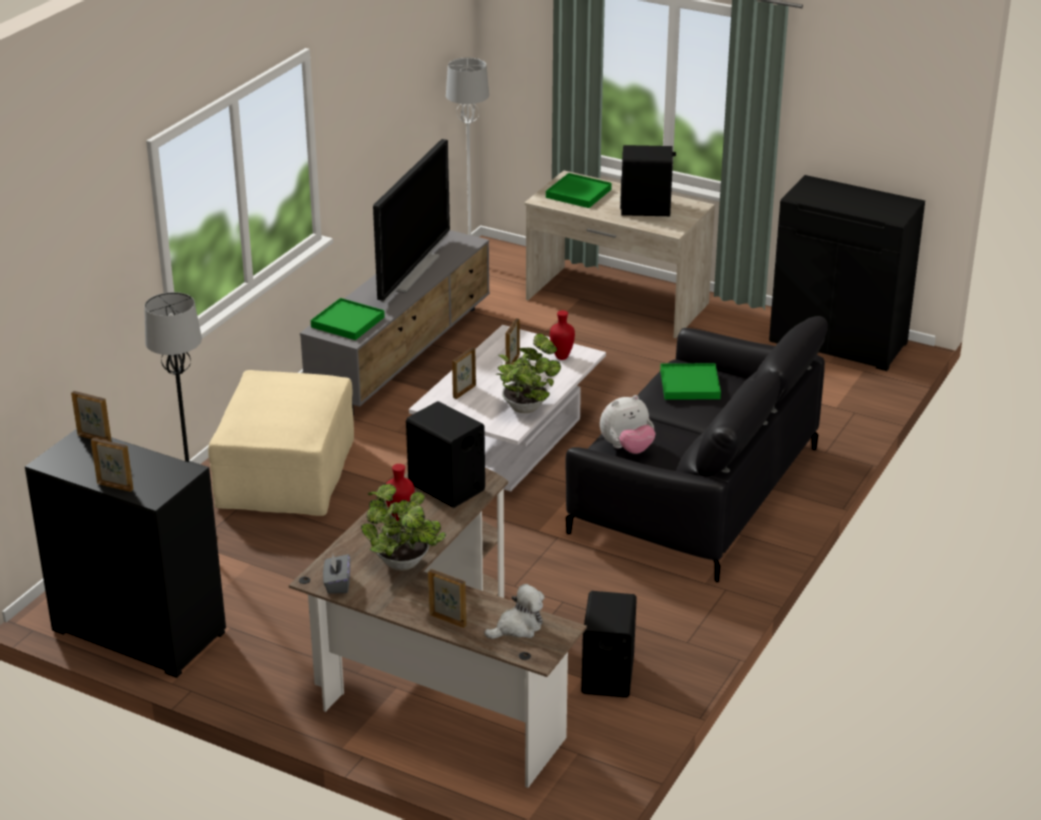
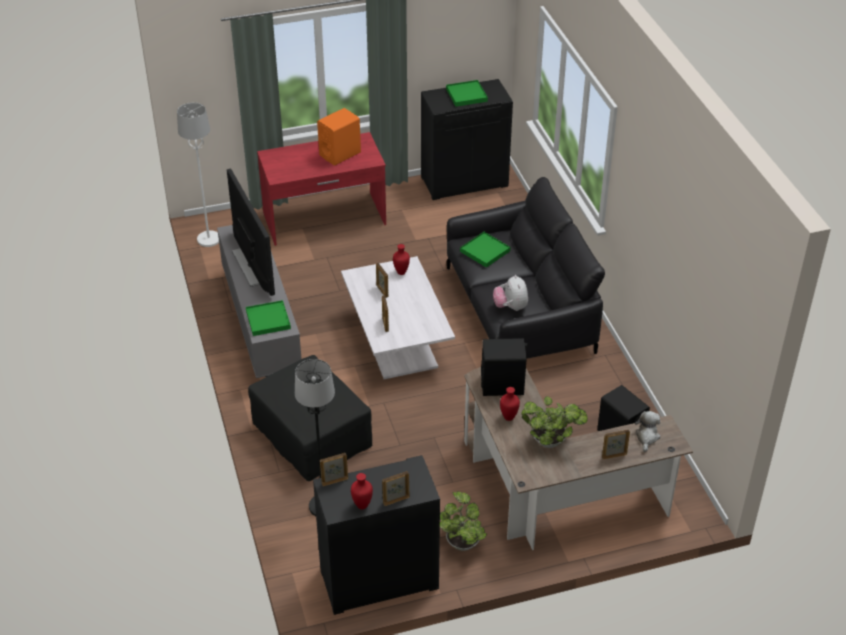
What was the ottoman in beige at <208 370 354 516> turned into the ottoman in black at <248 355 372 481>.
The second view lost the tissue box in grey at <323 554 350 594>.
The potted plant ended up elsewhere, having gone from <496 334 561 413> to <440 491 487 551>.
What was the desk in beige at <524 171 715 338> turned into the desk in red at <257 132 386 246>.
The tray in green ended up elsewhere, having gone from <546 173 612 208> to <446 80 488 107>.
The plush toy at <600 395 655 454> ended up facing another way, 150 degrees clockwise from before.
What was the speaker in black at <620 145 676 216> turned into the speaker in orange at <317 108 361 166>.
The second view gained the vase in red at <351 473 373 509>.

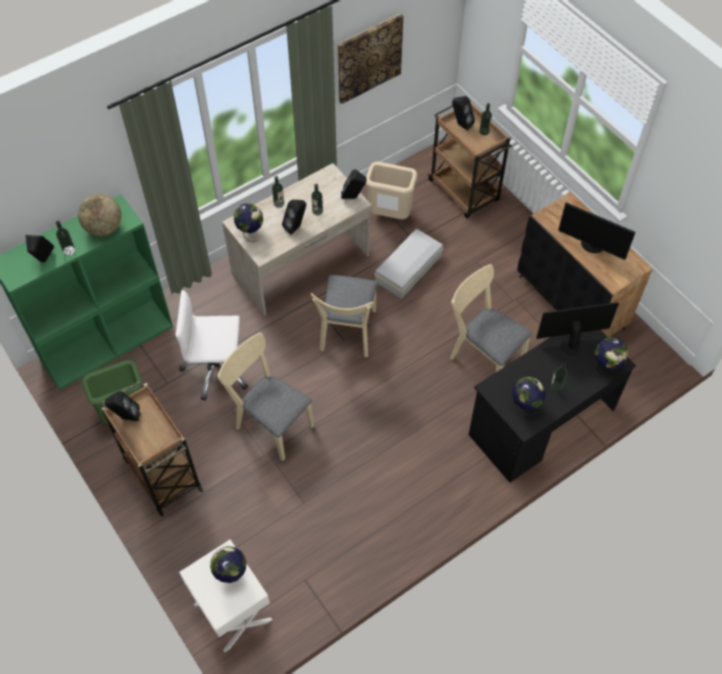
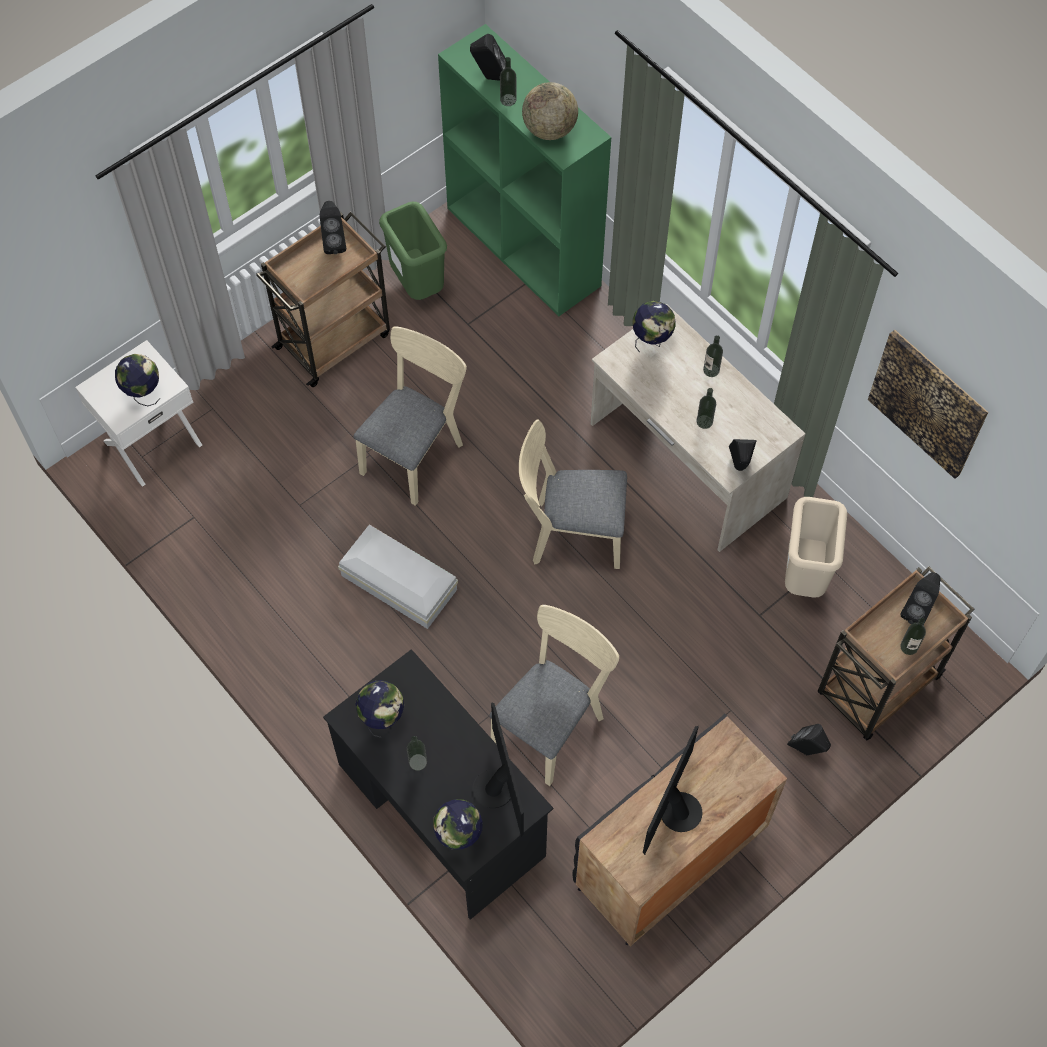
The second view lost the office chair in white at <175 290 248 401>.
The speaker in black ended up elsewhere, having gone from <282 200 306 235> to <787 724 831 755>.
The storage box in white ended up elsewhere, having gone from <374 229 443 299> to <338 524 458 629>.

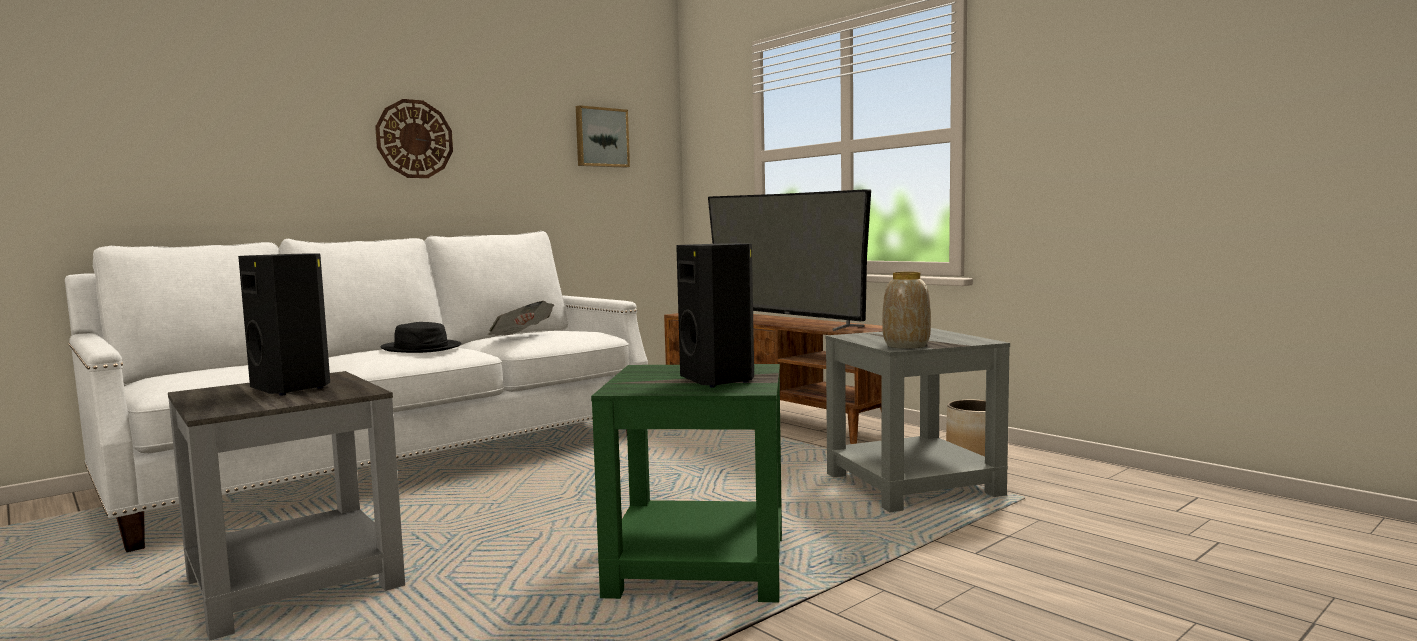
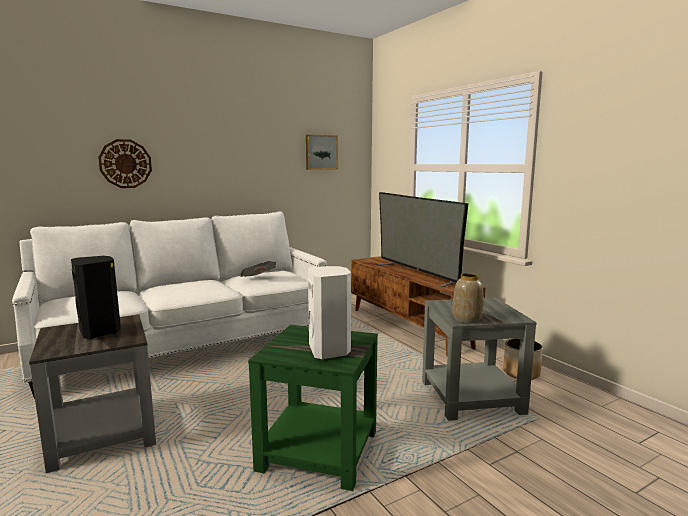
The wall clock ended up elsewhere, having gone from <375 99 453 178> to <98 139 152 188>.
The second view lost the hat in black at <380 322 461 353>.
What was the speaker in black at <676 243 754 388> turned into the speaker in white at <308 266 351 359>.

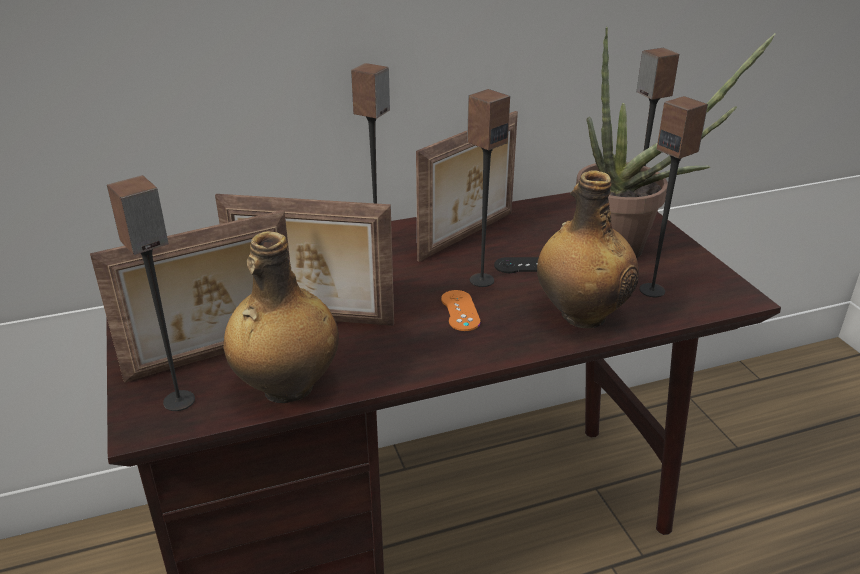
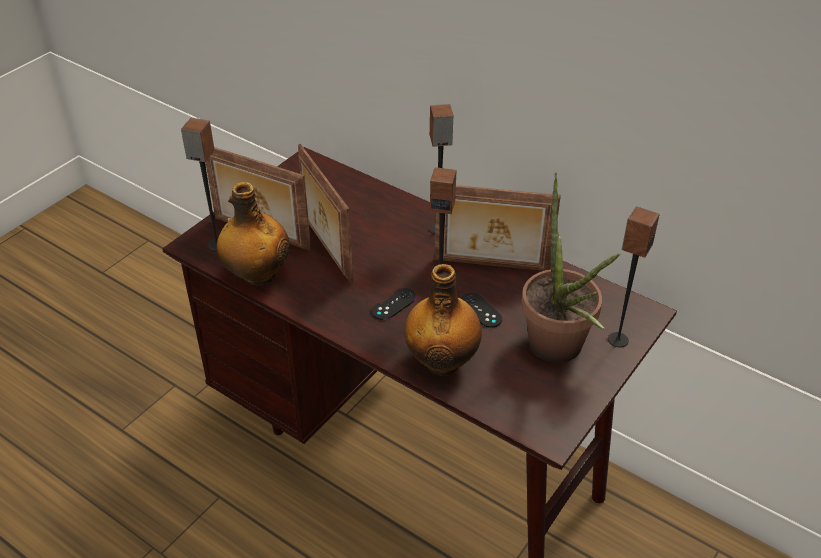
What was the game controller in orange at <441 290 481 331> turned into the game controller in black at <372 288 416 320>.
The second view lost the speaker at <639 96 708 297>.

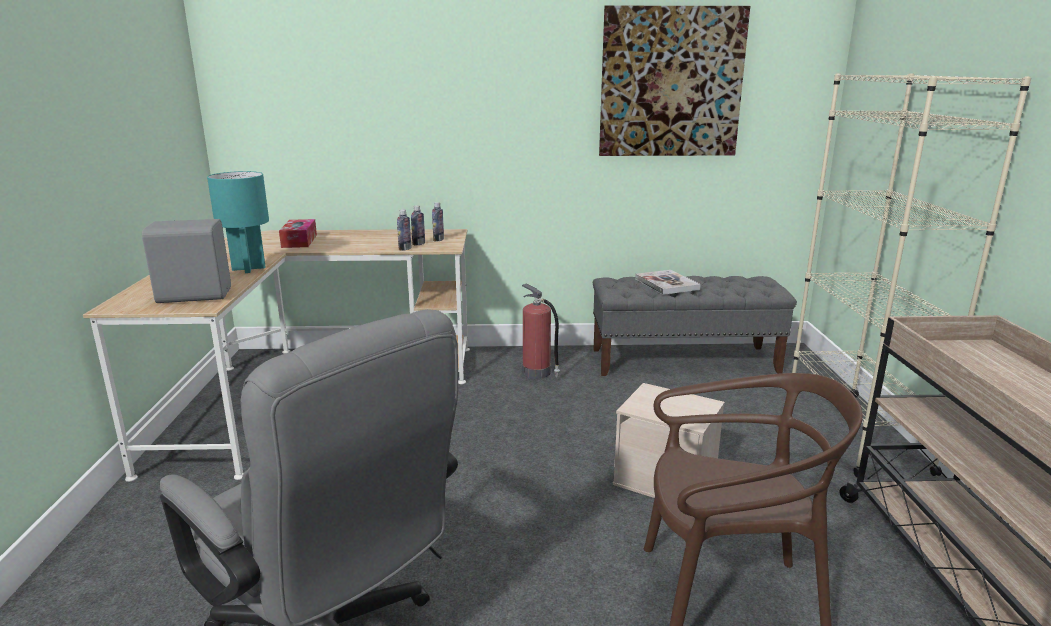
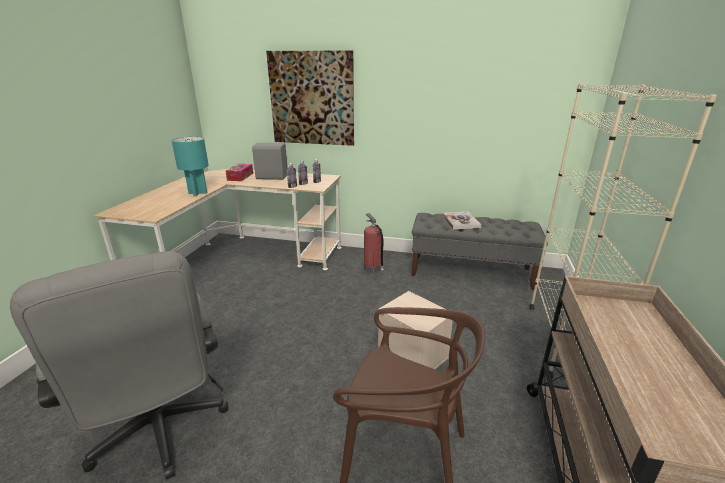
The speaker in grey ended up elsewhere, having gone from <142 219 231 303> to <252 143 287 180>.
The picture ended up elsewhere, having gone from <599 6 750 156> to <266 50 354 146>.

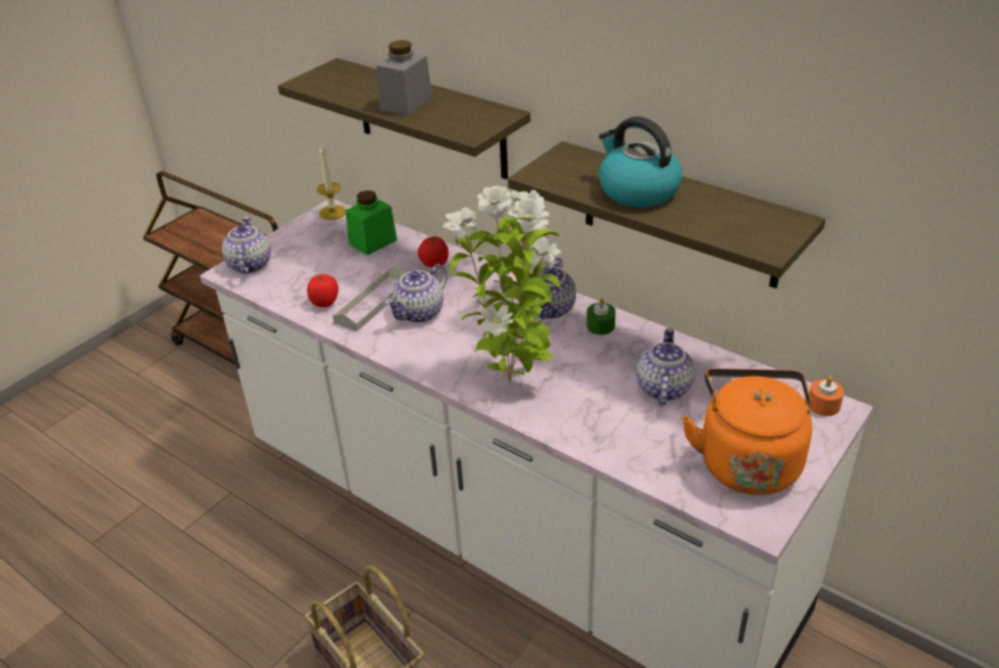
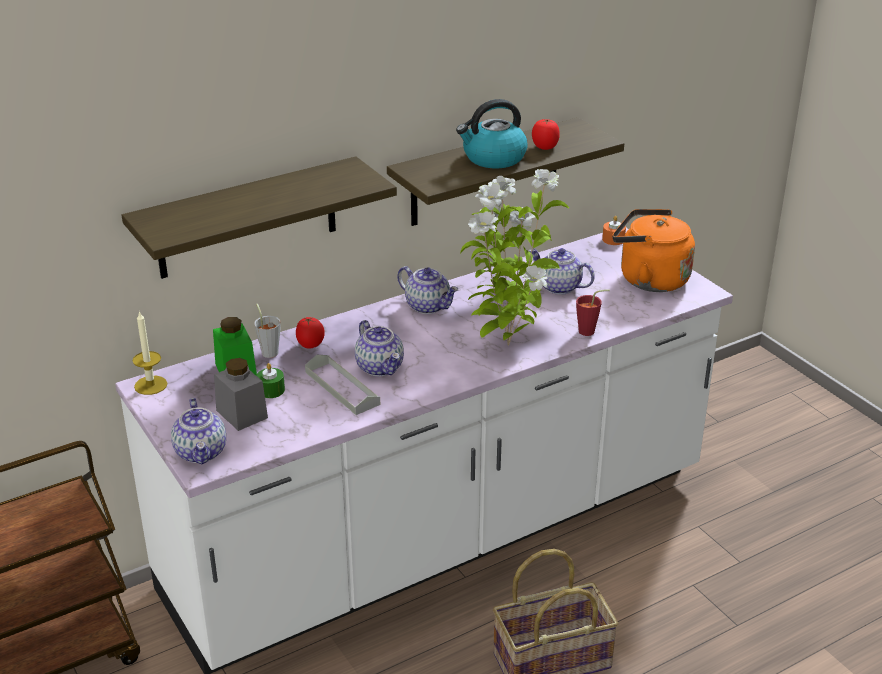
The teapot at <222 217 271 274> ended up facing another way, 120 degrees counterclockwise from before.
The tomato ended up elsewhere, having gone from <307 274 338 308> to <532 119 560 150>.
The jar in grey ended up elsewhere, having gone from <376 40 433 116> to <214 358 268 431>.
The candle in green ended up elsewhere, having gone from <586 298 616 335> to <256 363 285 398>.
The second view gained the cup in grey at <254 304 281 358>.
The second view gained the cup in red at <576 289 610 336>.

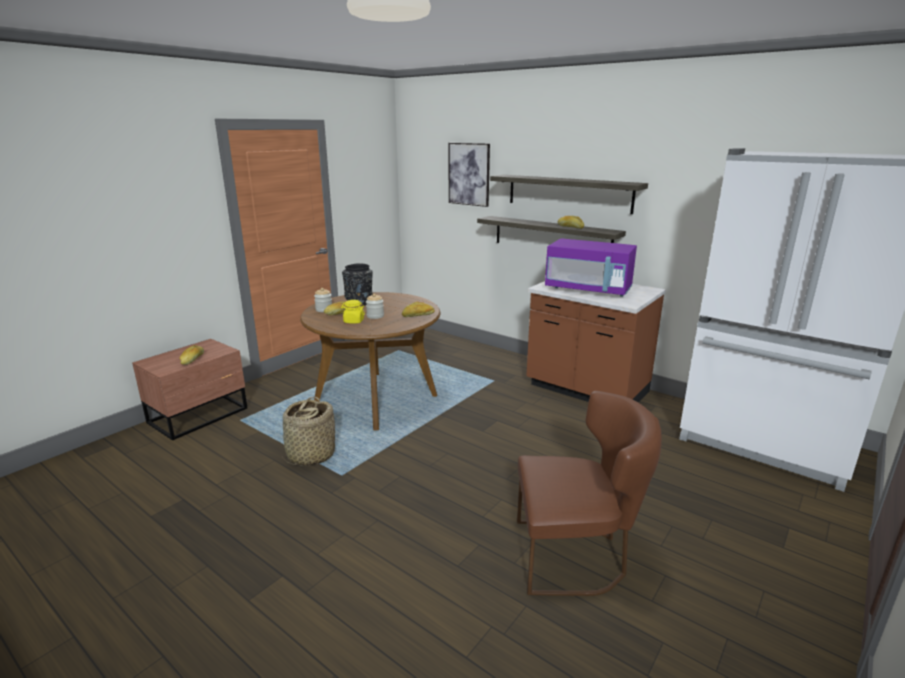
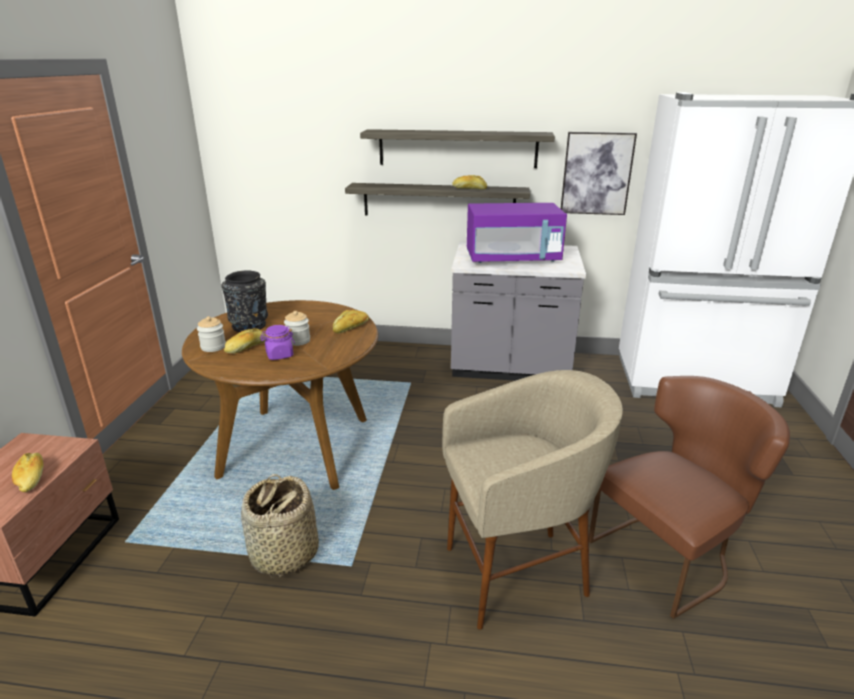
What was the jar in yellow at <341 300 365 324> turned into the jar in purple at <260 325 295 360>.
The picture ended up elsewhere, having gone from <449 143 490 207> to <561 132 637 215>.
What was the counter in brown at <526 281 666 403> turned into the counter in grey at <451 241 586 381>.
The second view gained the stool in beige at <442 370 623 630>.

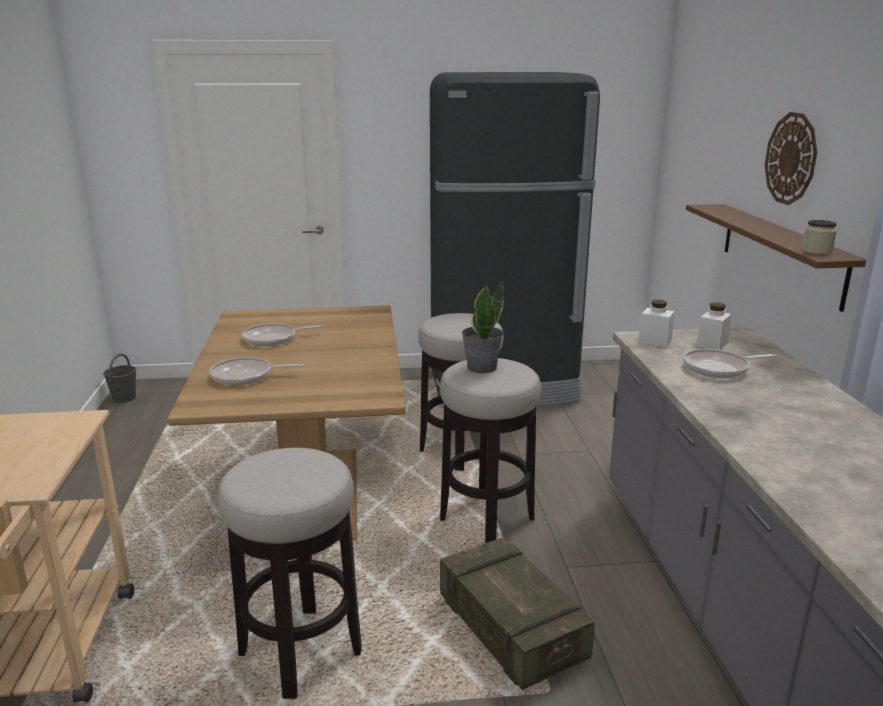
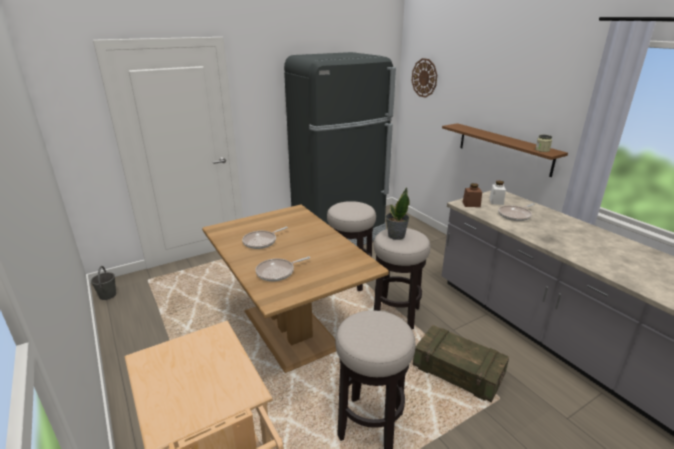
What was the jar in white at <638 300 674 347> turned into the jar in brown at <463 183 482 207>.
The wall clock ended up elsewhere, having gone from <765 112 817 205> to <412 58 437 98>.

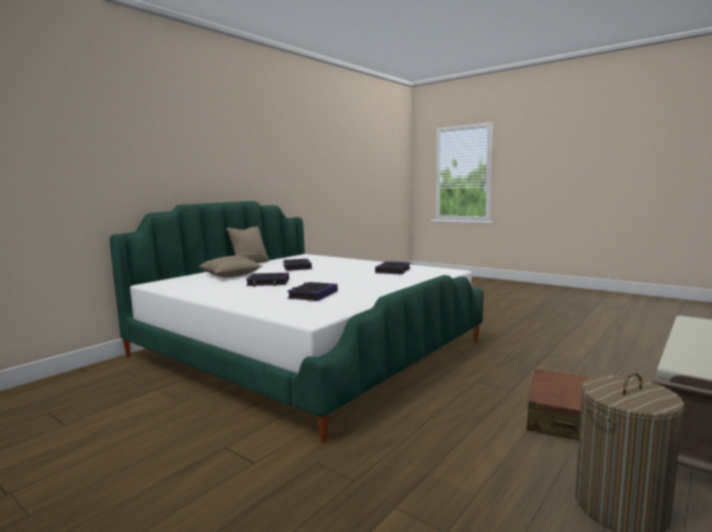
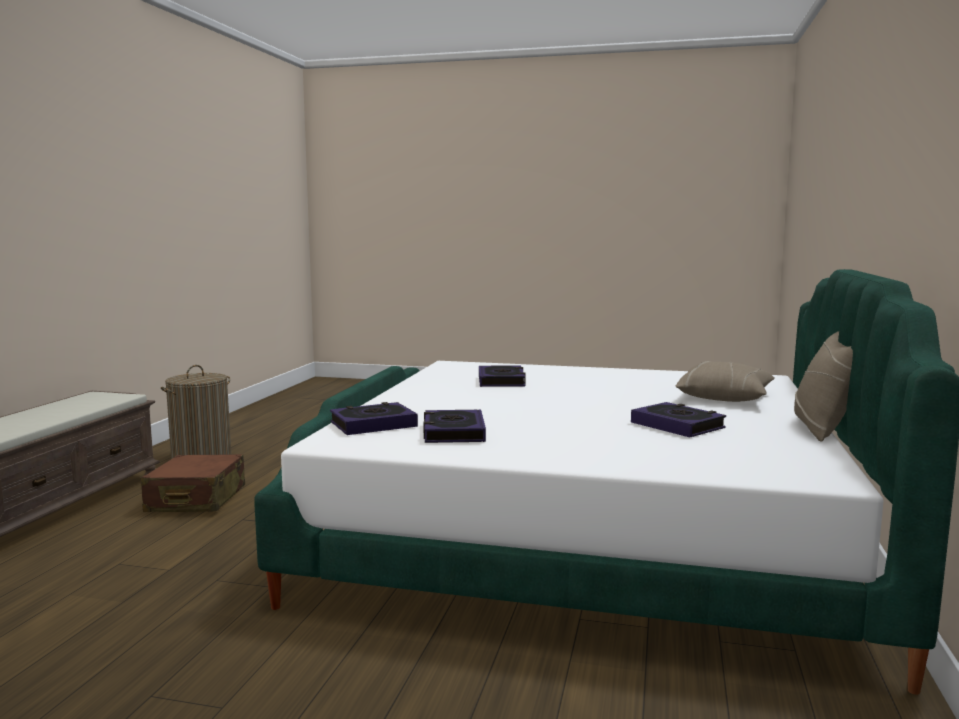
The book ended up elsewhere, having gone from <246 273 289 287> to <330 402 418 435>.

